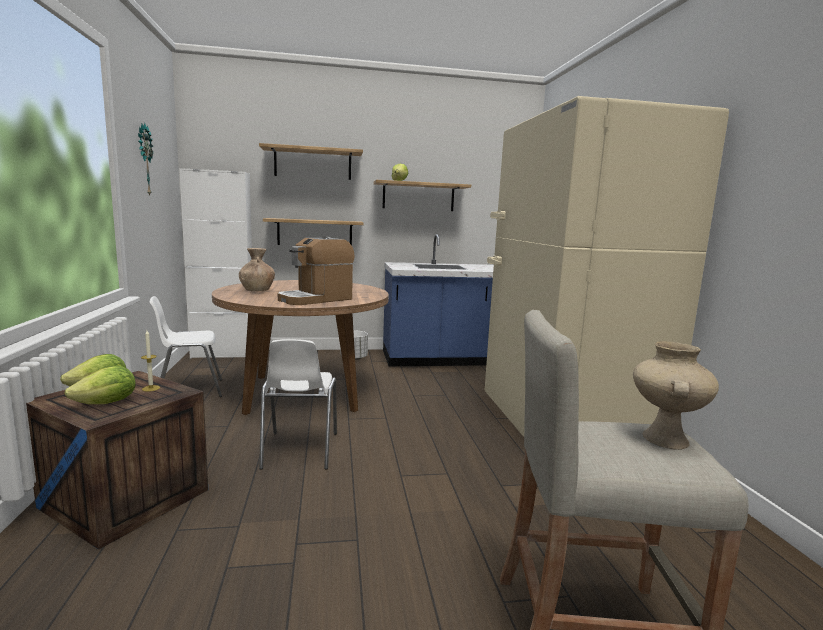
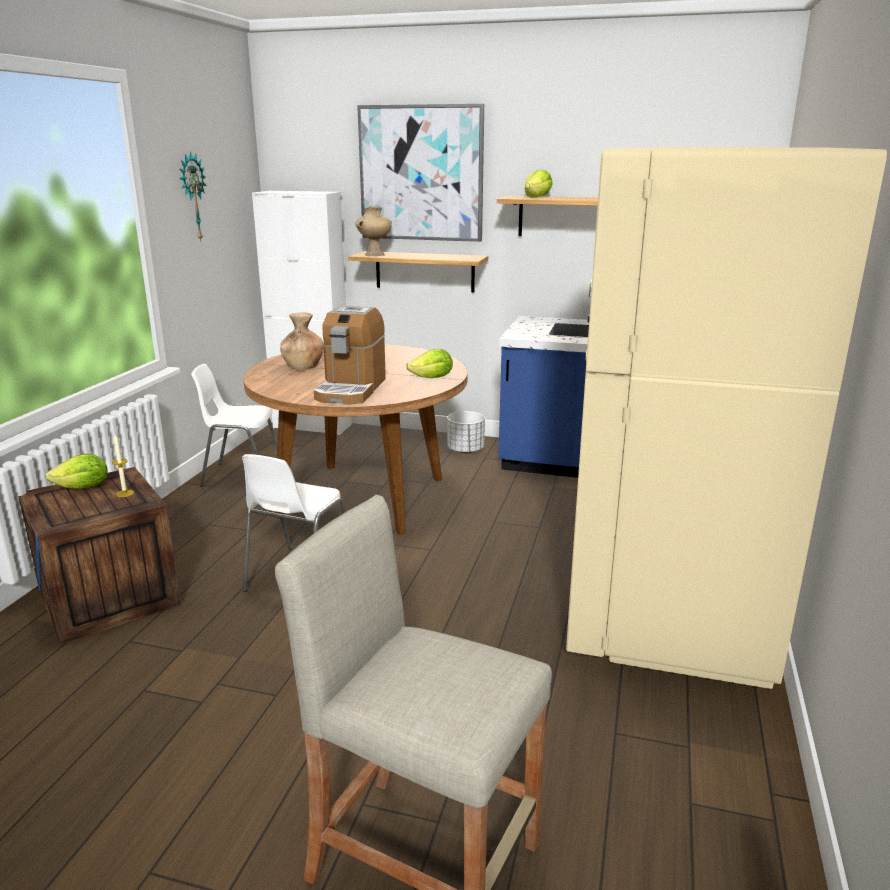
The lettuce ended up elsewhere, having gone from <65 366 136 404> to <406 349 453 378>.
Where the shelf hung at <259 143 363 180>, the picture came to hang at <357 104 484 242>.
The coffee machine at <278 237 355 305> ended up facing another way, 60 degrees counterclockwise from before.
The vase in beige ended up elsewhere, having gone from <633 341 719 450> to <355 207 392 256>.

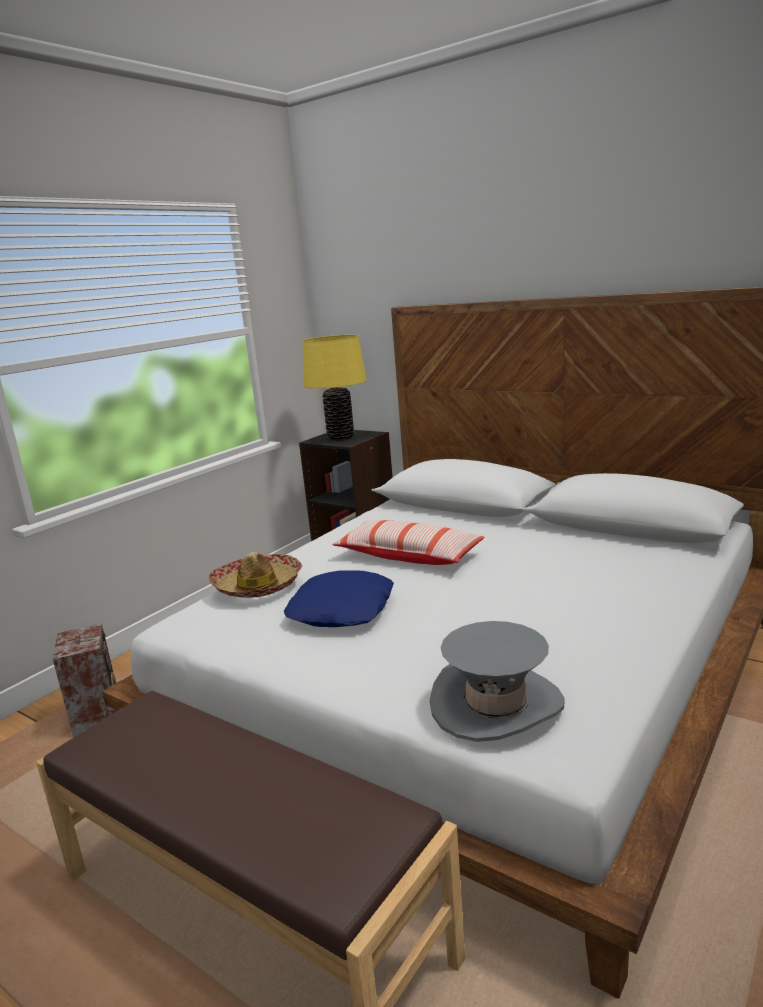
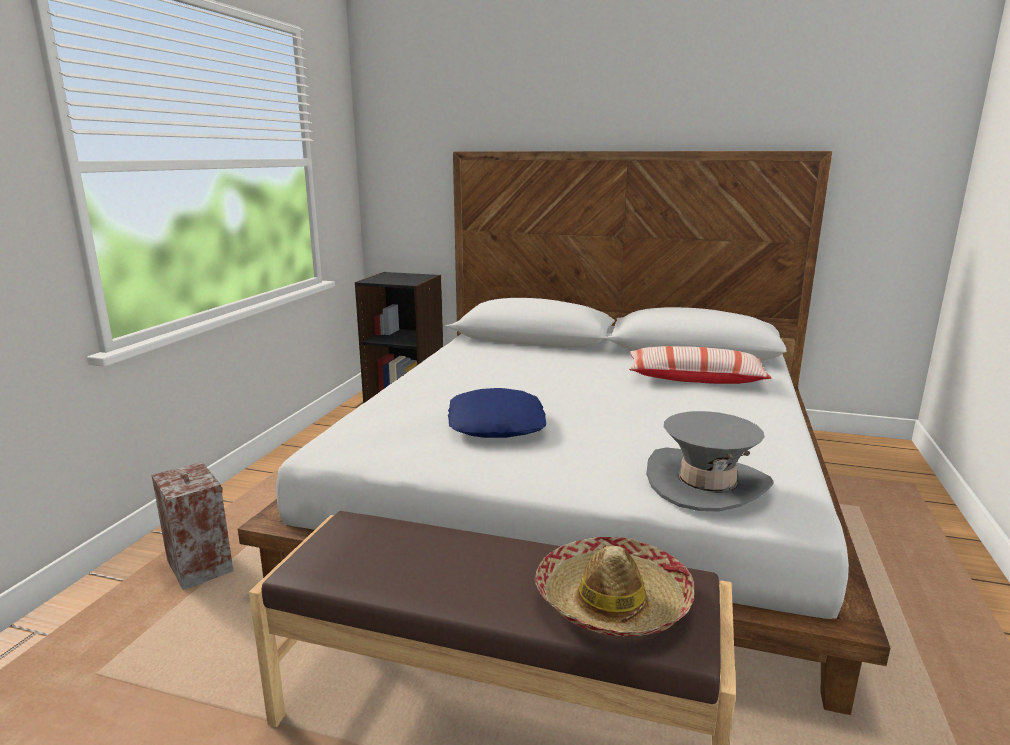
The hat ended up elsewhere, having gone from <209 552 302 598> to <535 537 694 636>.
The second view lost the table lamp in yellow at <303 335 367 441>.
The pillow ended up elsewhere, having gone from <332 520 485 565> to <629 346 772 384>.

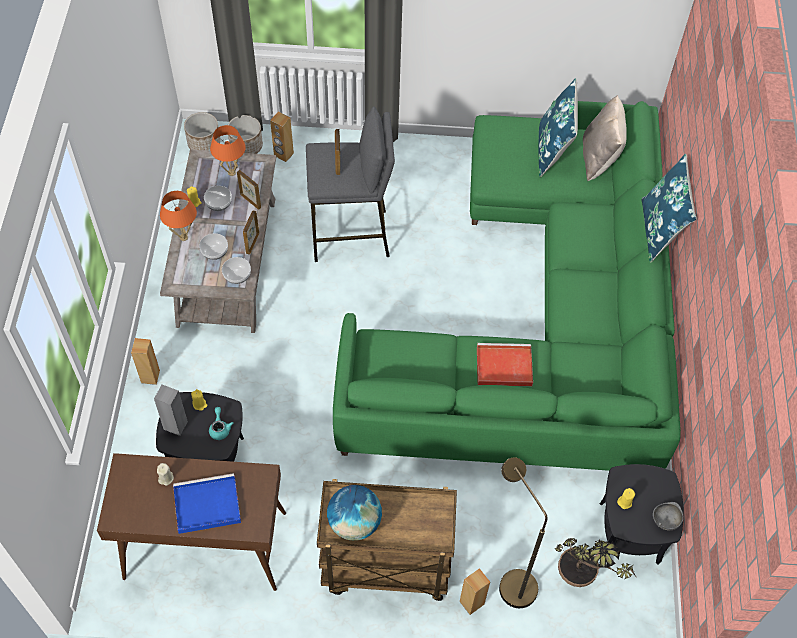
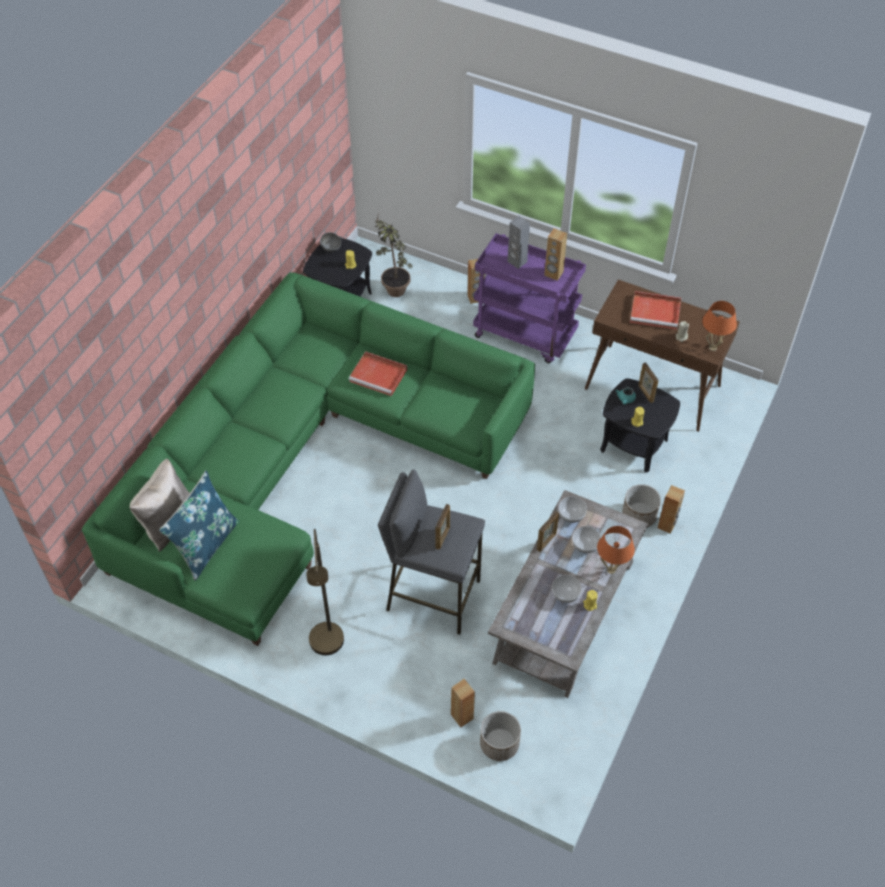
The speaker in grey ended up elsewhere, having gone from <154 385 188 436> to <507 216 530 269>.
What was the tray in blue at <173 473 241 534> turned into the tray in red at <630 291 681 330>.
The planter ended up elsewhere, having gone from <184 112 220 151> to <622 484 661 527>.
The table lamp in orange ended up elsewhere, having gone from <210 125 246 176> to <702 301 737 351>.
The picture frame ended up elsewhere, having gone from <237 170 261 210> to <638 362 659 403>.
What was the cart in brown at <317 479 457 601> turned into the cart in purple at <473 233 586 363>.
Where the globe stood at <327 485 382 541>, the speaker in brown came to stand at <544 228 567 281>.
The floor lamp in brown ended up elsewhere, having gone from <499 457 548 608> to <306 529 344 655>.
The second view lost the pillow in blue at <642 154 697 263>.

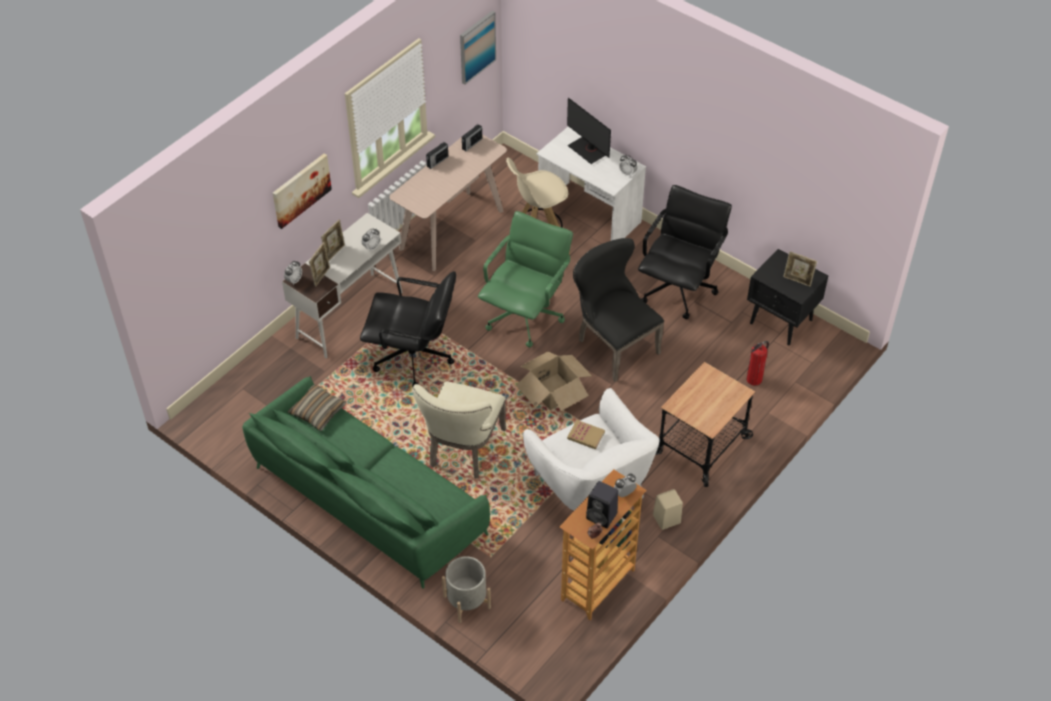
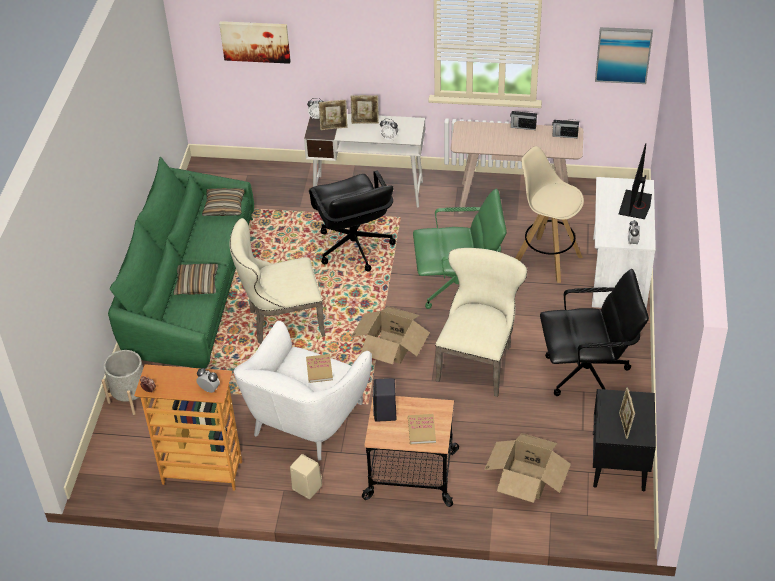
The picture ended up elsewhere, having gone from <273 154 332 229> to <219 21 291 64>.
What was the chair in black at <573 238 664 382> turned into the chair in beige at <435 248 527 397>.
The speaker in black ended up elsewhere, having gone from <586 481 618 528> to <373 378 397 422>.
Where the fire extinguisher stood at <747 341 769 386>, the cardboard box came to stand at <484 433 571 503>.
The second view gained the pillow at <174 264 218 295>.
The second view gained the book at <408 414 436 444>.

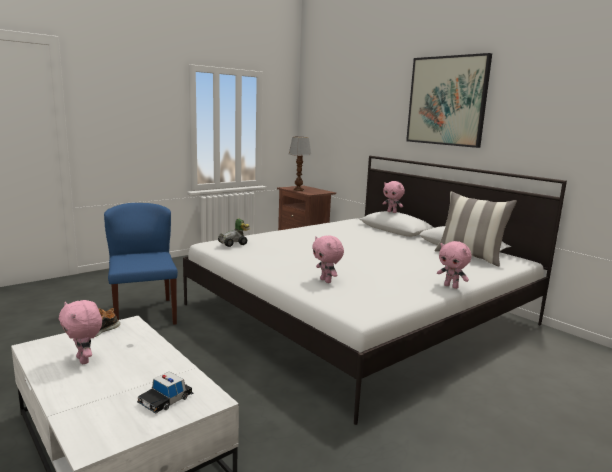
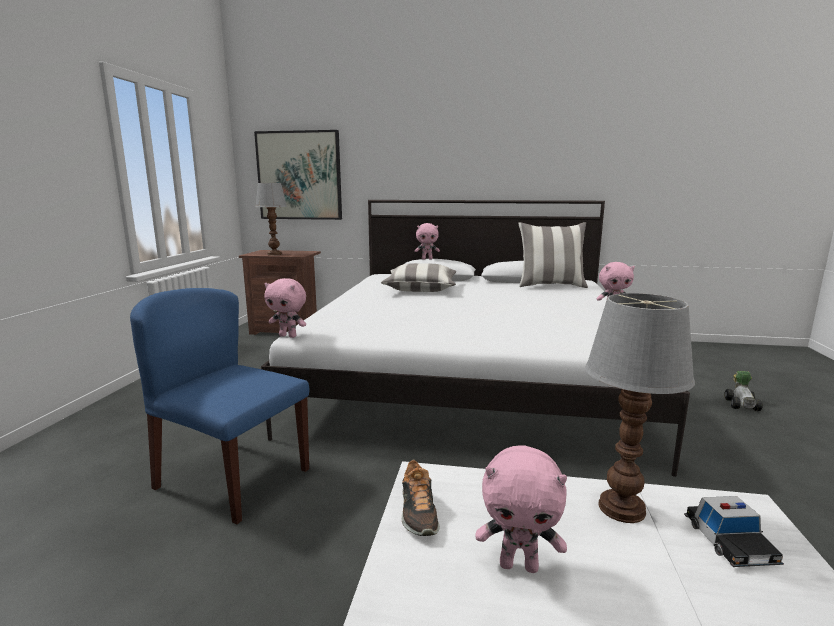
The toy car ended up elsewhere, having gone from <218 219 250 247> to <724 371 763 411>.
The plush toy in pink ended up elsewhere, having gone from <312 235 344 283> to <264 278 306 338>.
The picture ended up elsewhere, having gone from <406 53 492 148> to <254 130 342 220>.
The second view gained the pillow at <381 263 456 292>.
The second view gained the table lamp at <585 293 695 523>.

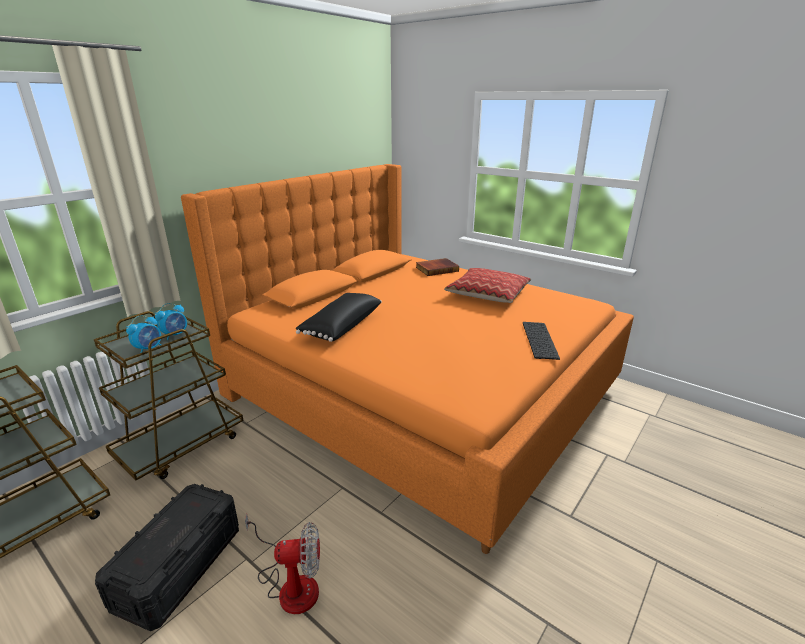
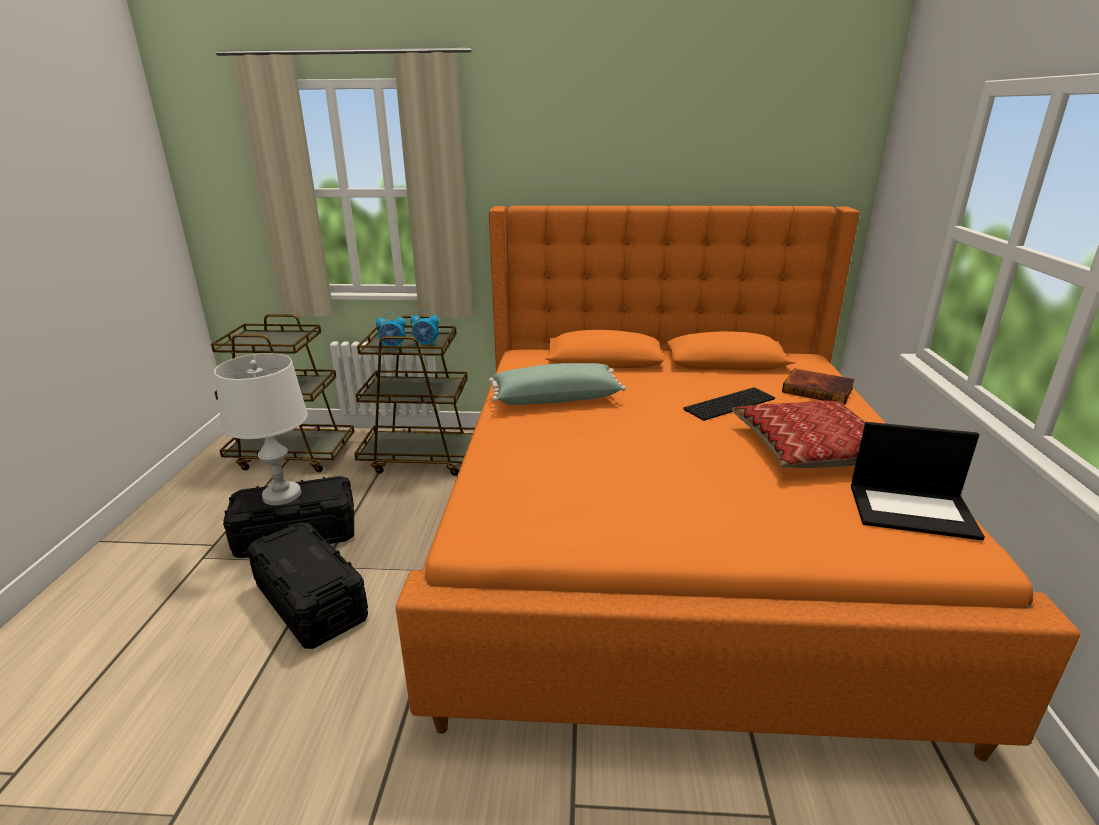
Where the fan stood at <245 513 320 614>, the storage box in black came to stand at <247 523 368 649>.
What was the pillow in black at <295 293 382 342> turned into the pillow in green at <489 363 626 405>.
The keyboard ended up elsewhere, having gone from <523 322 560 360> to <683 387 775 421>.
The second view gained the table lamp in white at <214 353 308 505>.
The second view gained the laptop at <851 422 985 541>.

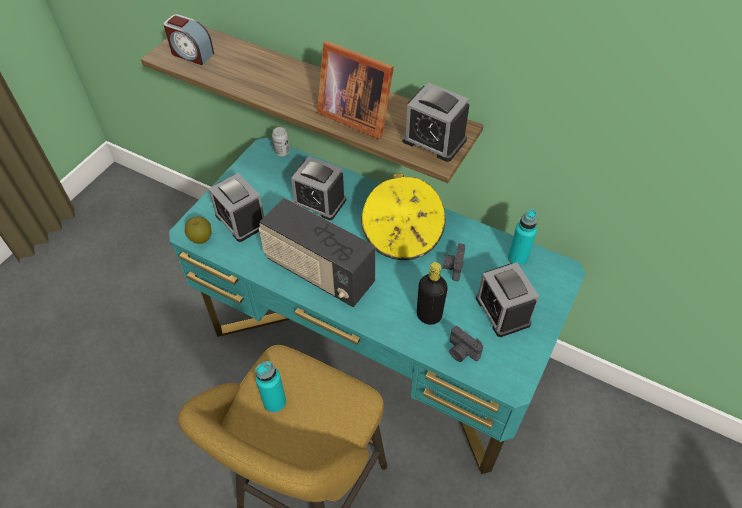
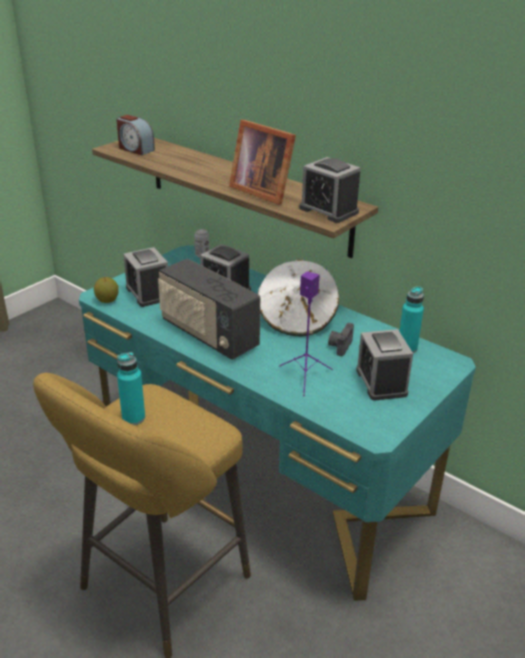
What was the hat in yellow at <361 173 445 260> turned into the hat in white at <258 260 339 336>.
Where the bottle in black stood at <417 262 448 325>, the speaker in purple came to stand at <279 271 333 396>.
The second view lost the photo camera at <449 326 483 362>.

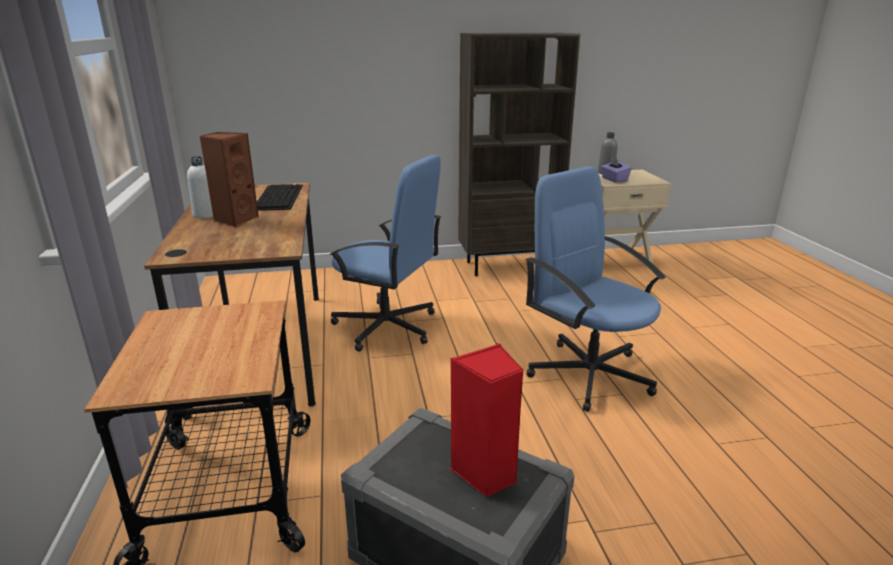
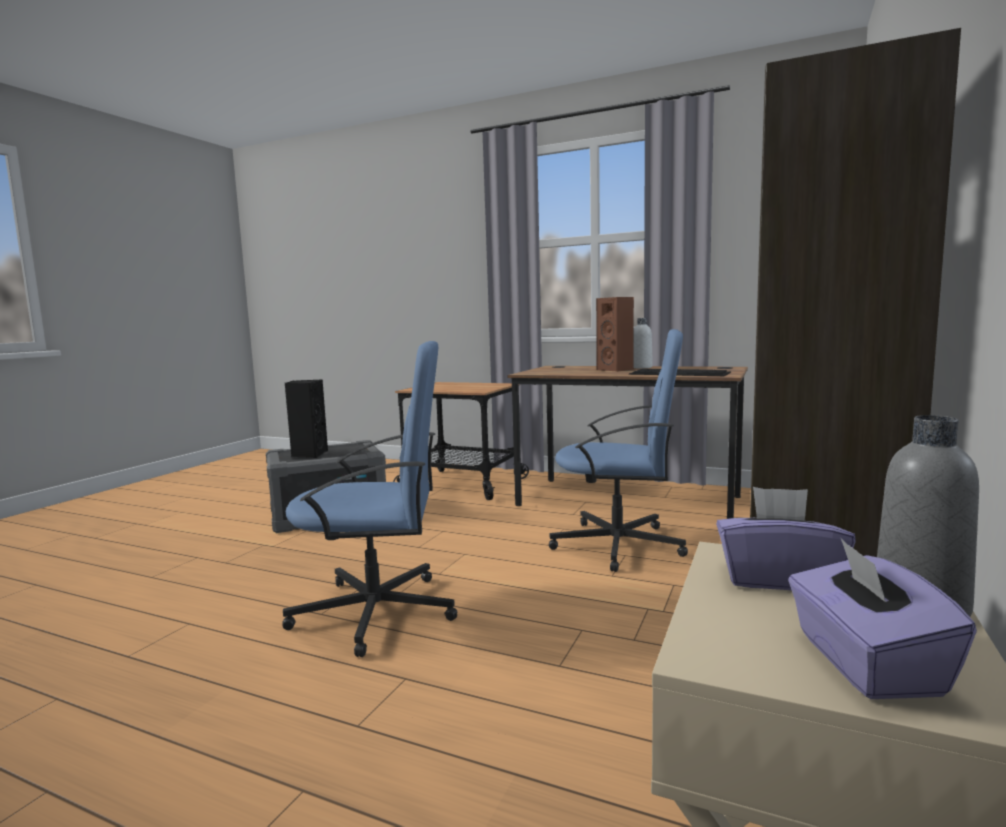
The office chair in blue at <330 155 441 352> ended up facing another way, 135 degrees counterclockwise from before.
What was the speaker in red at <450 343 524 497> turned into the speaker in black at <285 379 328 458>.
The second view gained the tissue box in purple at <788 538 977 699>.

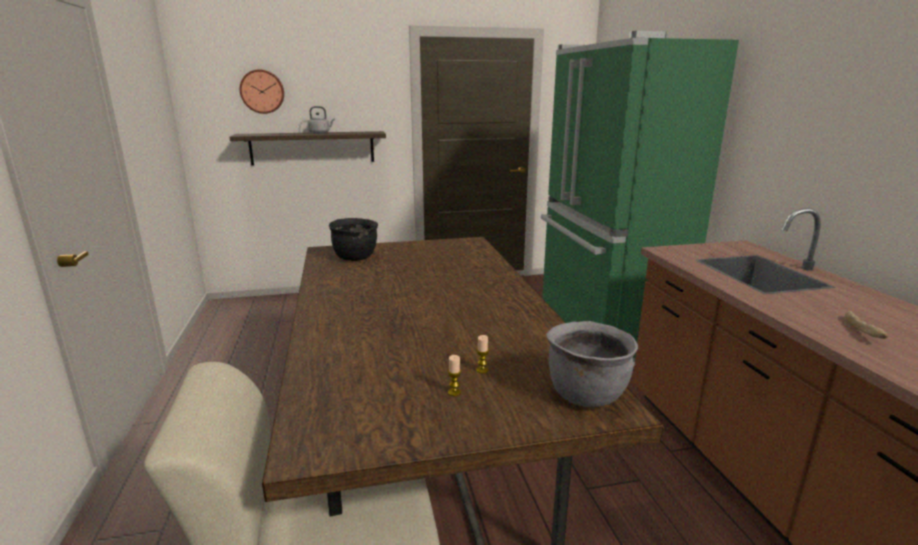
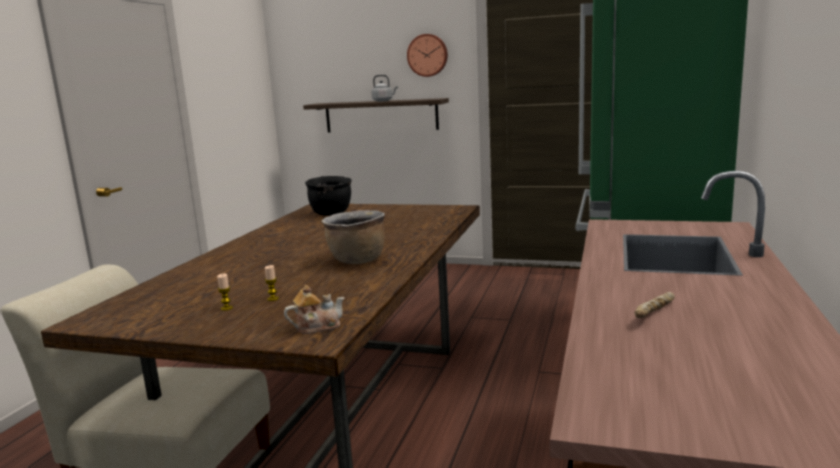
The wall clock ended up elsewhere, having gone from <240 69 284 114> to <407 34 448 77>.
Where the cooking pot in grey stood at <546 321 638 407>, the teapot came to stand at <284 285 345 334>.
The second view gained the cooking pot in brown at <322 210 385 264>.

